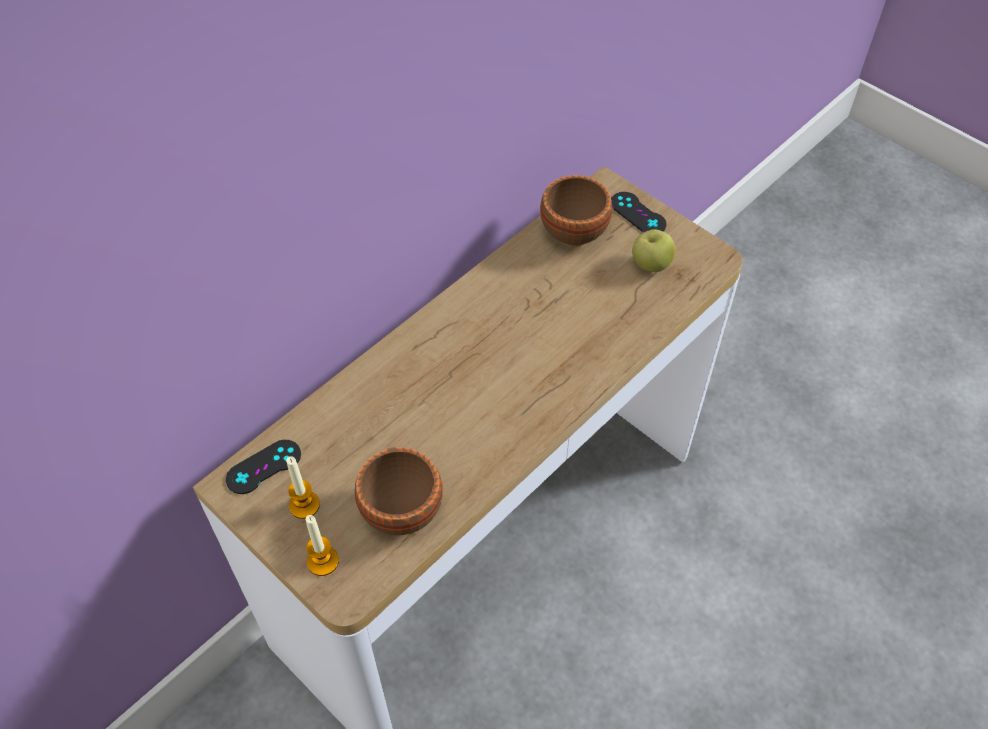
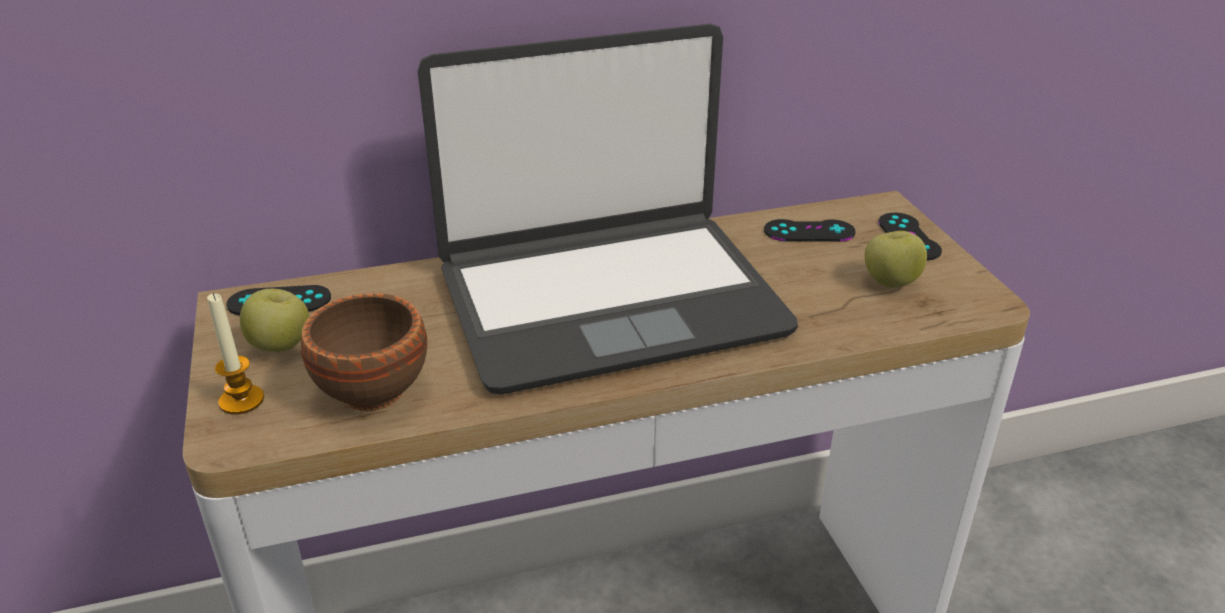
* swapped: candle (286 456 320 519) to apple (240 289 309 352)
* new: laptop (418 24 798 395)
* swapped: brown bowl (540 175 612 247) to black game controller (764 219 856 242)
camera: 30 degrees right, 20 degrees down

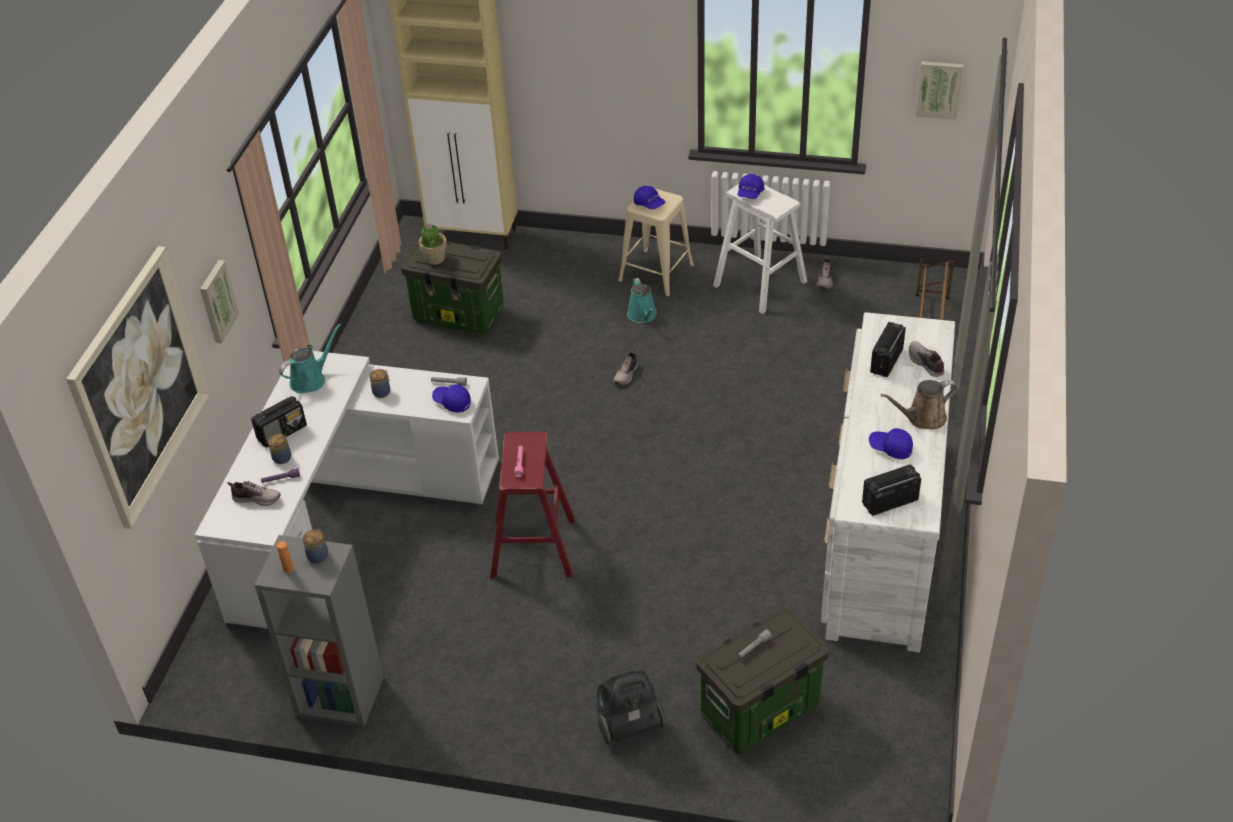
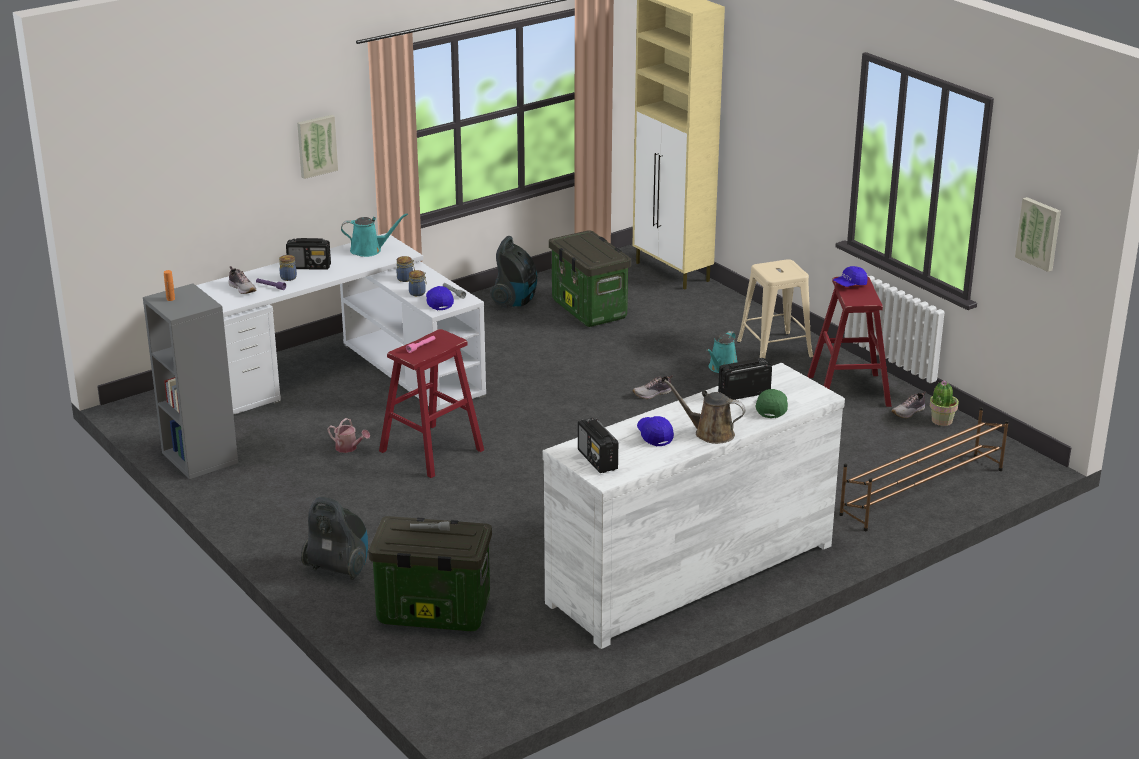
* new: watering can (328 418 370 453)
* shifted: jar (303 529 328 563) to (409 270 427 296)
* new: vacuum cleaner (490 236 537 308)
* rotated: radio (862 464 921 516) = (578 418 618 473) 135 degrees counterclockwise
* swapped: shoe (909 341 944 377) to green cap (756 389 788 418)
* repainted: white stool (713 184 807 314) to red stool (807 277 891 407)
* shifted: potted plant (419 223 447 265) to (929 380 959 426)
* gone: picture (66 246 210 529)
* gone: blue cap (634 186 665 209)
camera: 40 degrees right, 15 degrees down

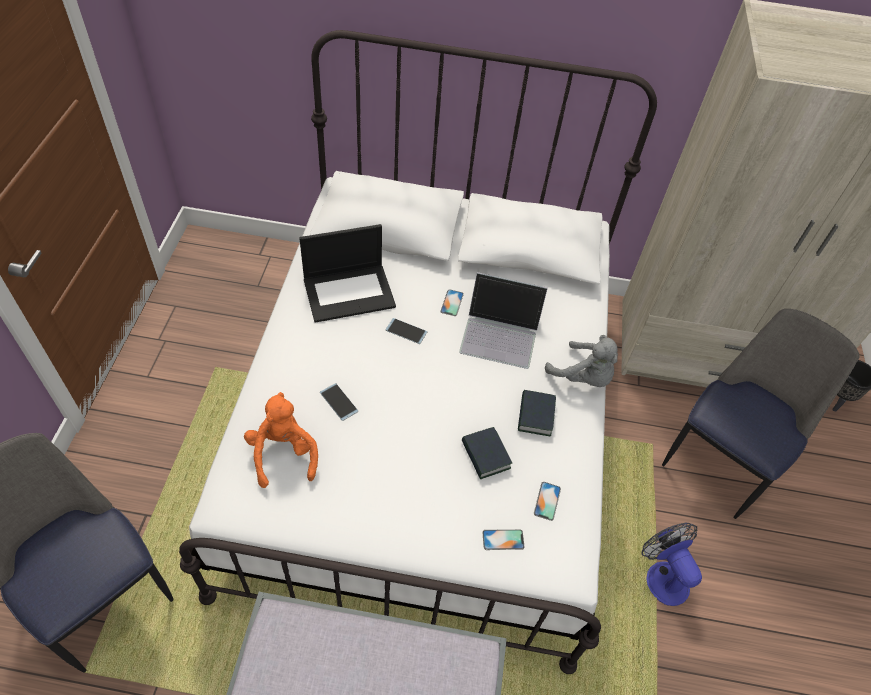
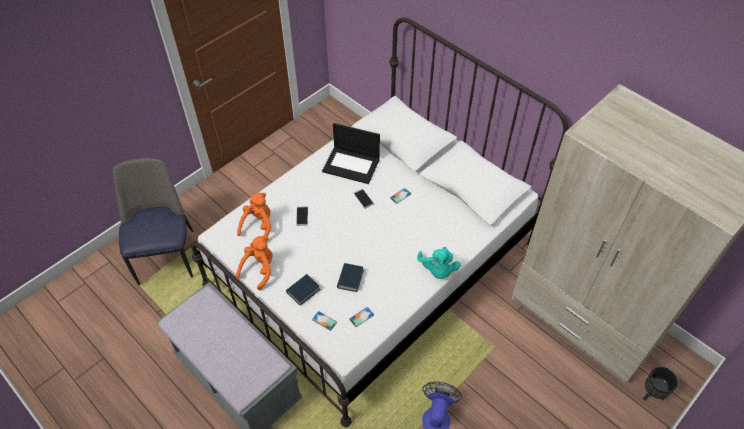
* new: orange plush toy (236 236 273 290)
* shifted: book (518 390 556 437) to (286 274 321 306)
* repainted: grey plush toy (545 335 618 387) to turquoise plush toy (417 247 461 279)
* gone: laptop (459 272 548 369)
* gone: chair (662 309 860 519)
camera: 40 degrees right, 0 degrees up

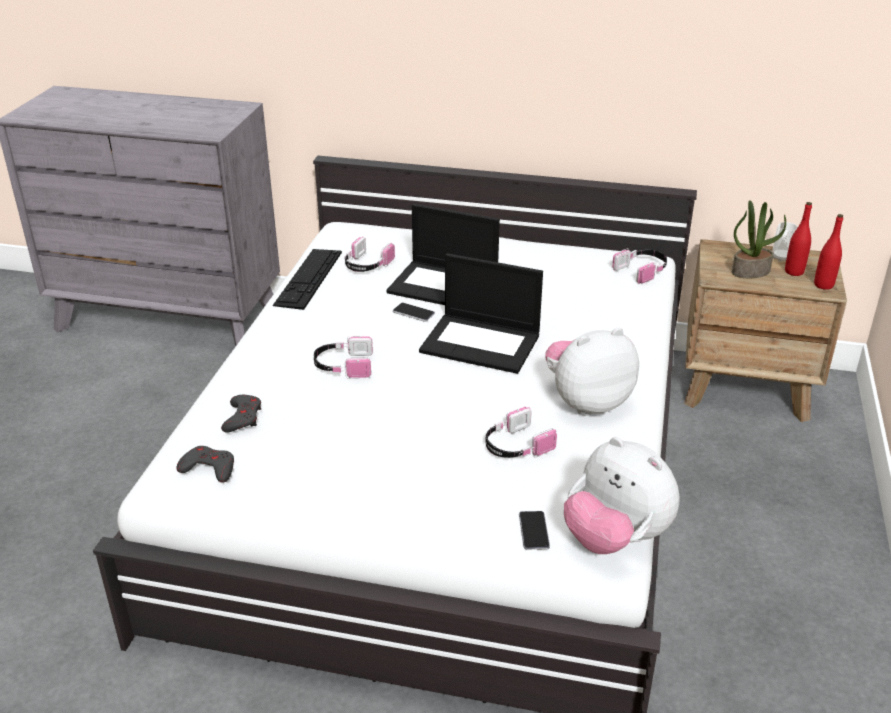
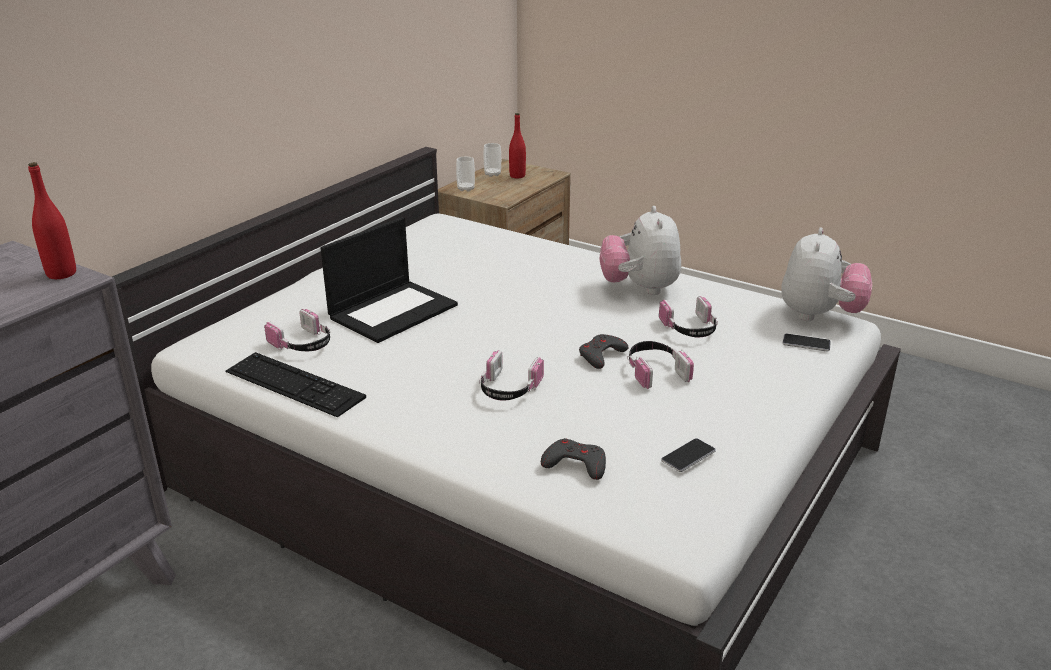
* shifted: red bottle (814 214 843 290) to (28 162 76 279)
* new: cup (456 156 475 192)
* shifted: grey game controller (177 446 234 483) to (579 334 628 369)
* shifted: headphones (612 248 667 284) to (627 341 694 389)
* shifted: phone (393 303 435 322) to (661 438 716 472)
* rotated: plush toy (564 437 680 554) = (781 227 872 321) 45 degrees counterclockwise
* gone: laptop (419 253 543 374)
* gone: potted plant (732 200 786 278)
camera: 70 degrees left, 5 degrees down

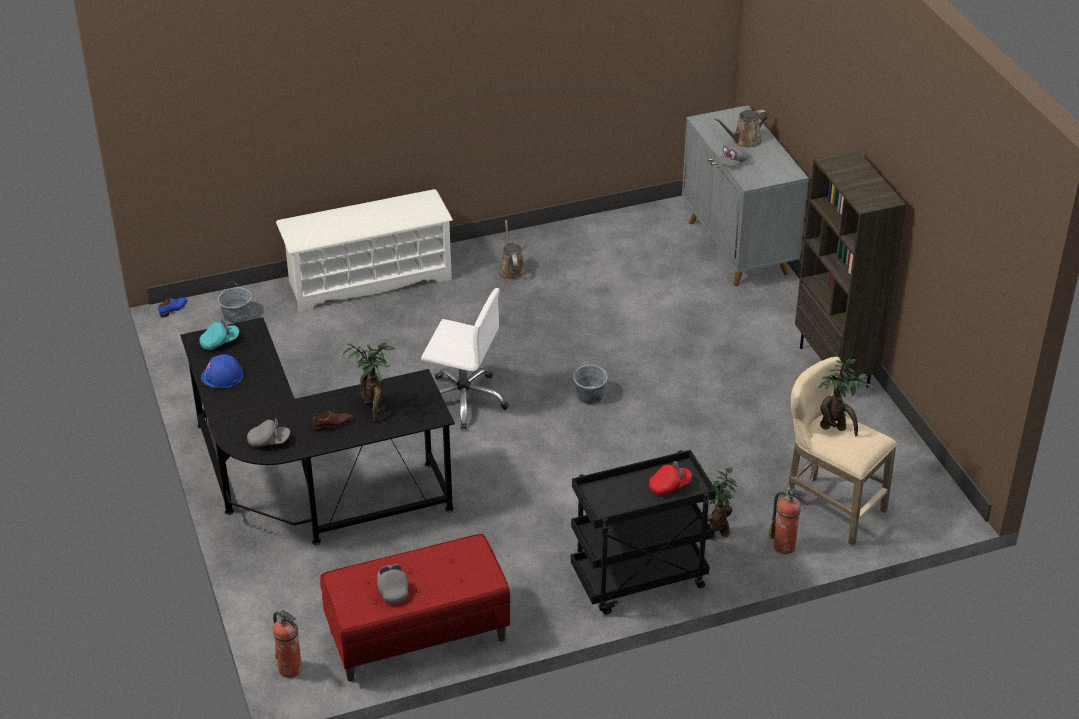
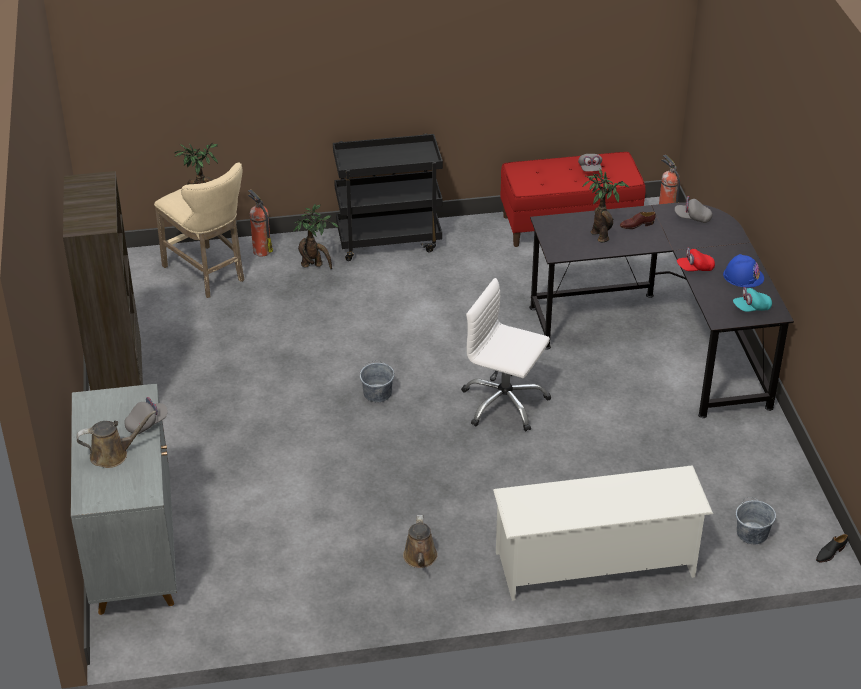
* shifted: red cap (649 461 692 496) to (677 248 715 271)
* repainted: blue shoe (158 298 188 317) to black shoe (816 534 848 562)
camera: 170 degrees left, 0 degrees up

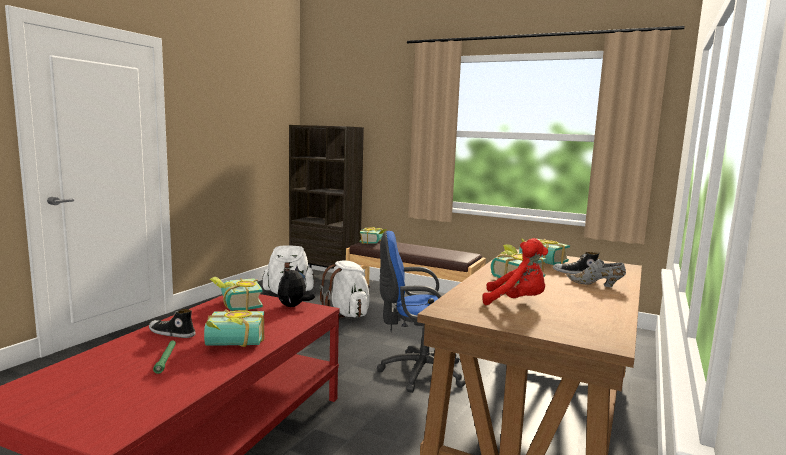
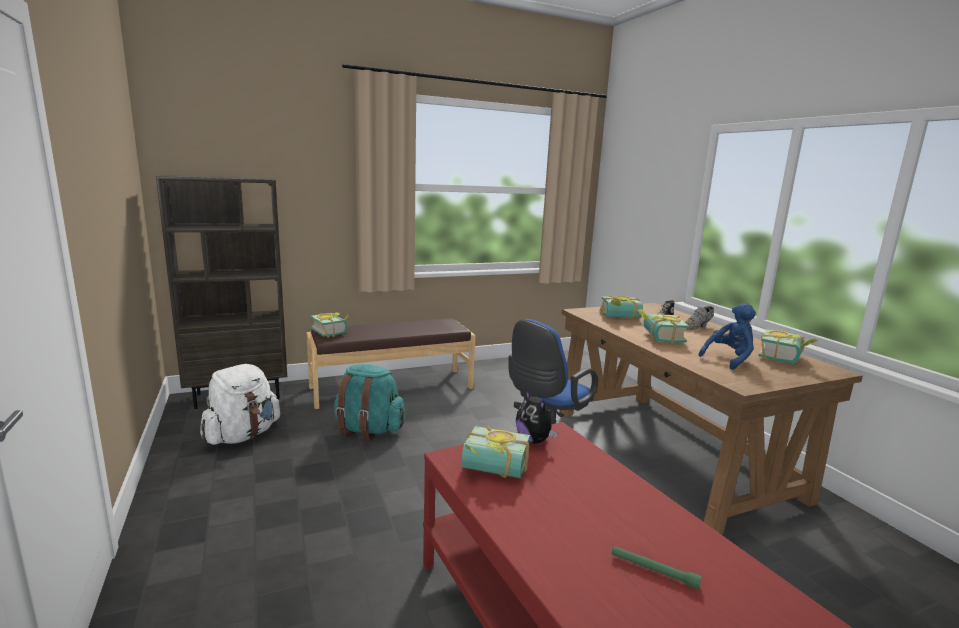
* repainted: white backpack (320 260 370 318) to turquoise backpack (334 364 405 441)
* repainted: red plush toy (482 238 548 305) to blue plush toy (698 303 756 370)
* shifted: book (204 309 264 347) to (758 329 818 363)
* gone: shoe (149 309 196 338)
camera: 50 degrees left, 5 degrees up

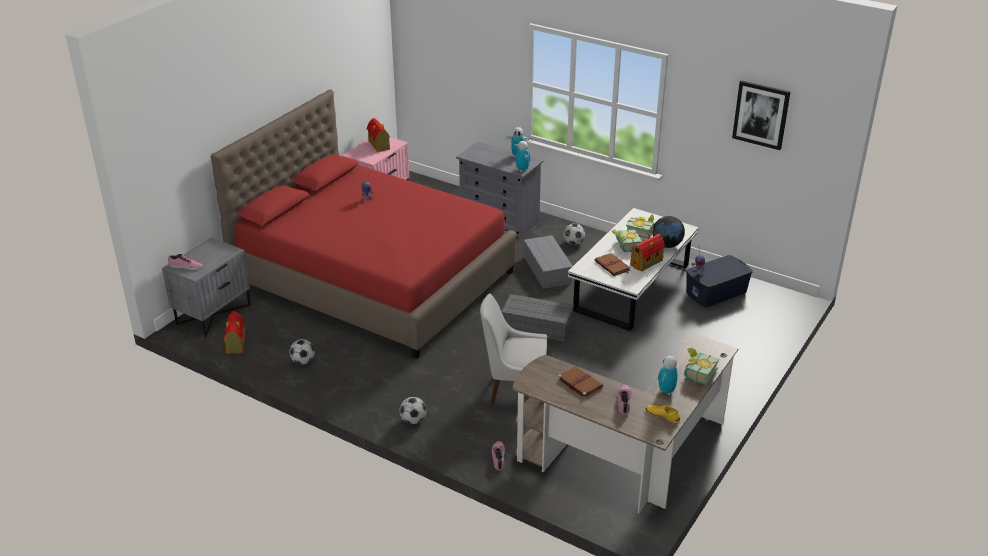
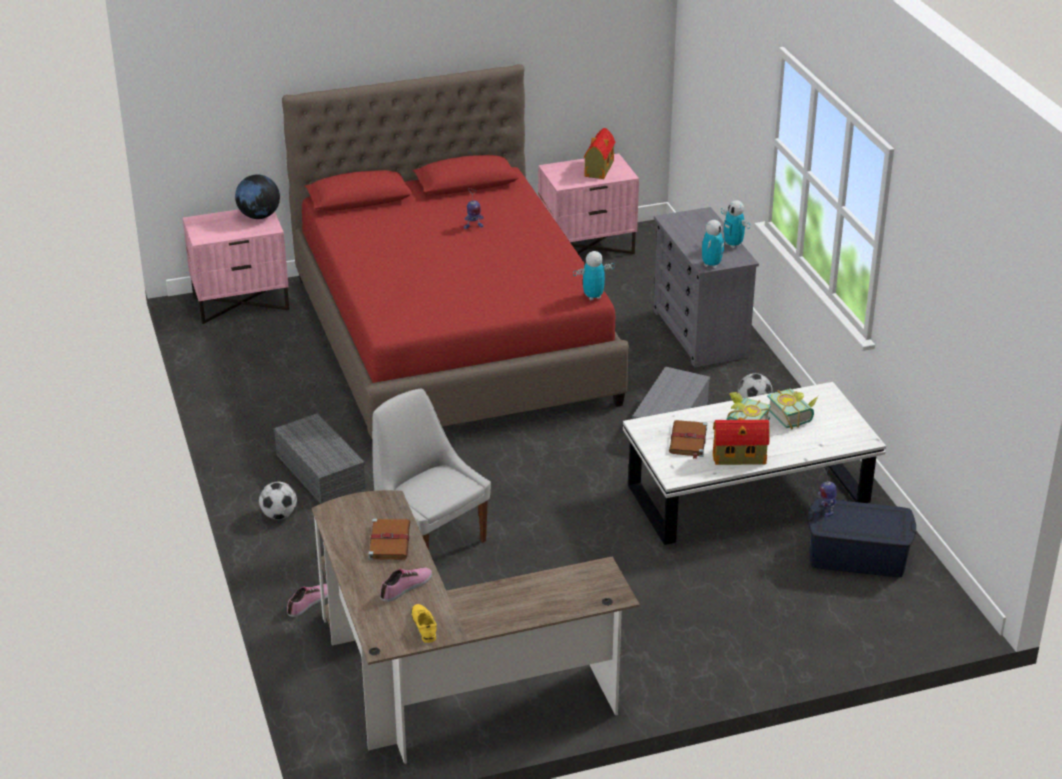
* repainted: grey nightstand (162 237 251 337) to pink nightstand (183 209 289 324)
* shifted: globe (653 216 685 248) to (235 174 280 219)
* shifted: grey storage box (501 294 574 341) to (273 413 365 504)
* shifted: toy robot (658 356 678 395) to (573 251 615 300)
* gone: shoe (168 254 203 270)
* gone: toy house (224 311 246 354)
* gone: football (289 339 315 364)
* gone: book (684 348 719 385)
* gone: picture (732 80 790 150)
camera: 40 degrees right, 0 degrees up

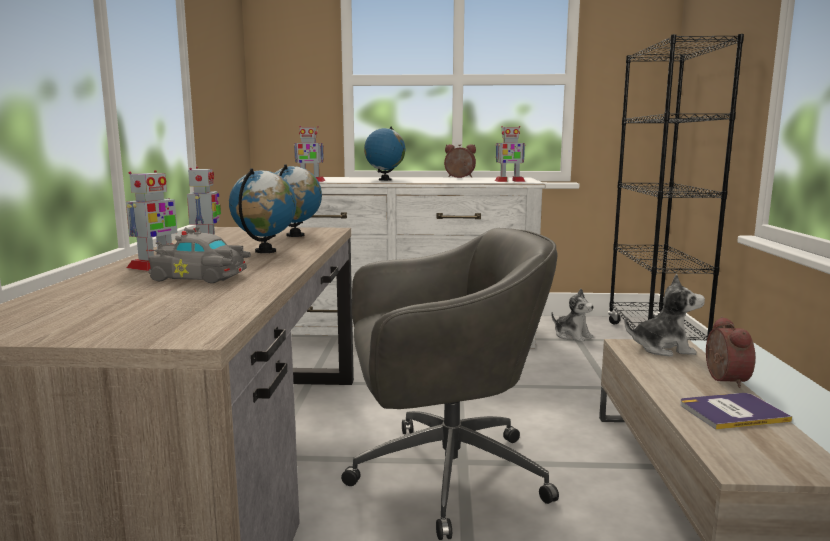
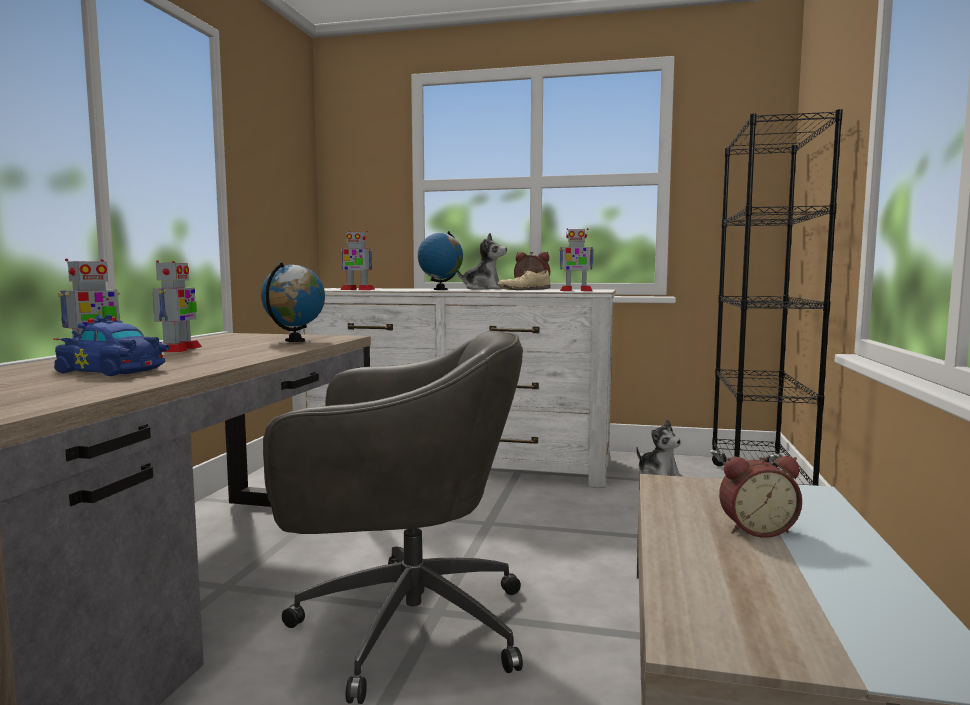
* repainted: grey toy car (146 227 251 283) to blue toy car (53 315 169 376)
* shifted: plush toy (624 274 705 357) to (457 233 507 290)
* new: beige shoe (497 270 551 290)
* rotated: alarm clock (706 317 755 388) = (719 456 802 538) 75 degrees clockwise
* gone: globe (229 168 296 253)
* gone: book (680 393 792 430)
camera: 10 degrees right, 5 degrees down

